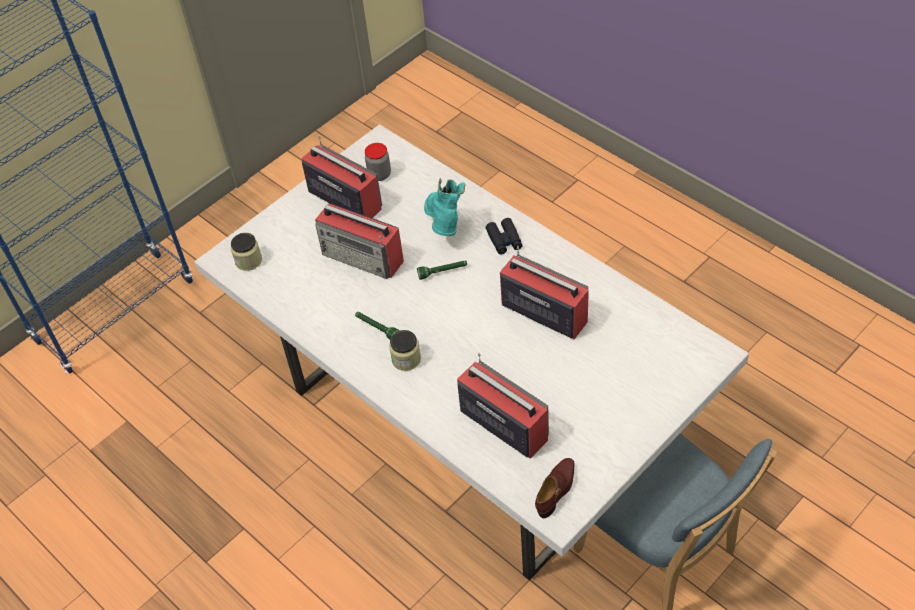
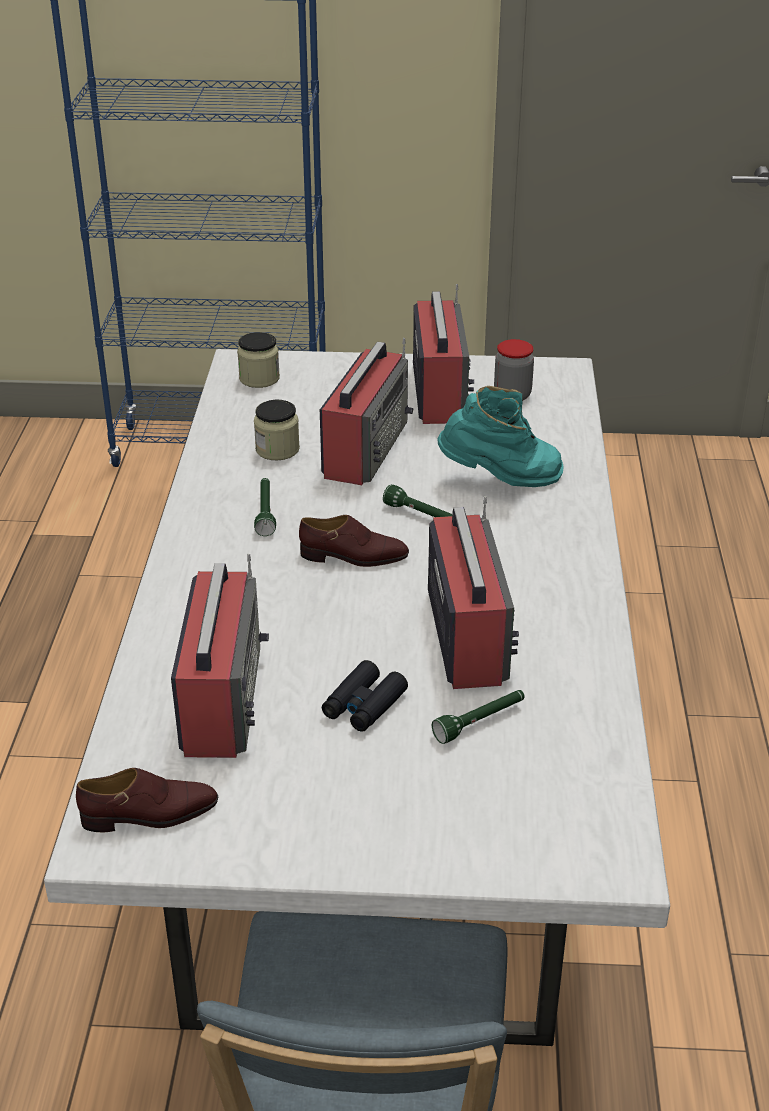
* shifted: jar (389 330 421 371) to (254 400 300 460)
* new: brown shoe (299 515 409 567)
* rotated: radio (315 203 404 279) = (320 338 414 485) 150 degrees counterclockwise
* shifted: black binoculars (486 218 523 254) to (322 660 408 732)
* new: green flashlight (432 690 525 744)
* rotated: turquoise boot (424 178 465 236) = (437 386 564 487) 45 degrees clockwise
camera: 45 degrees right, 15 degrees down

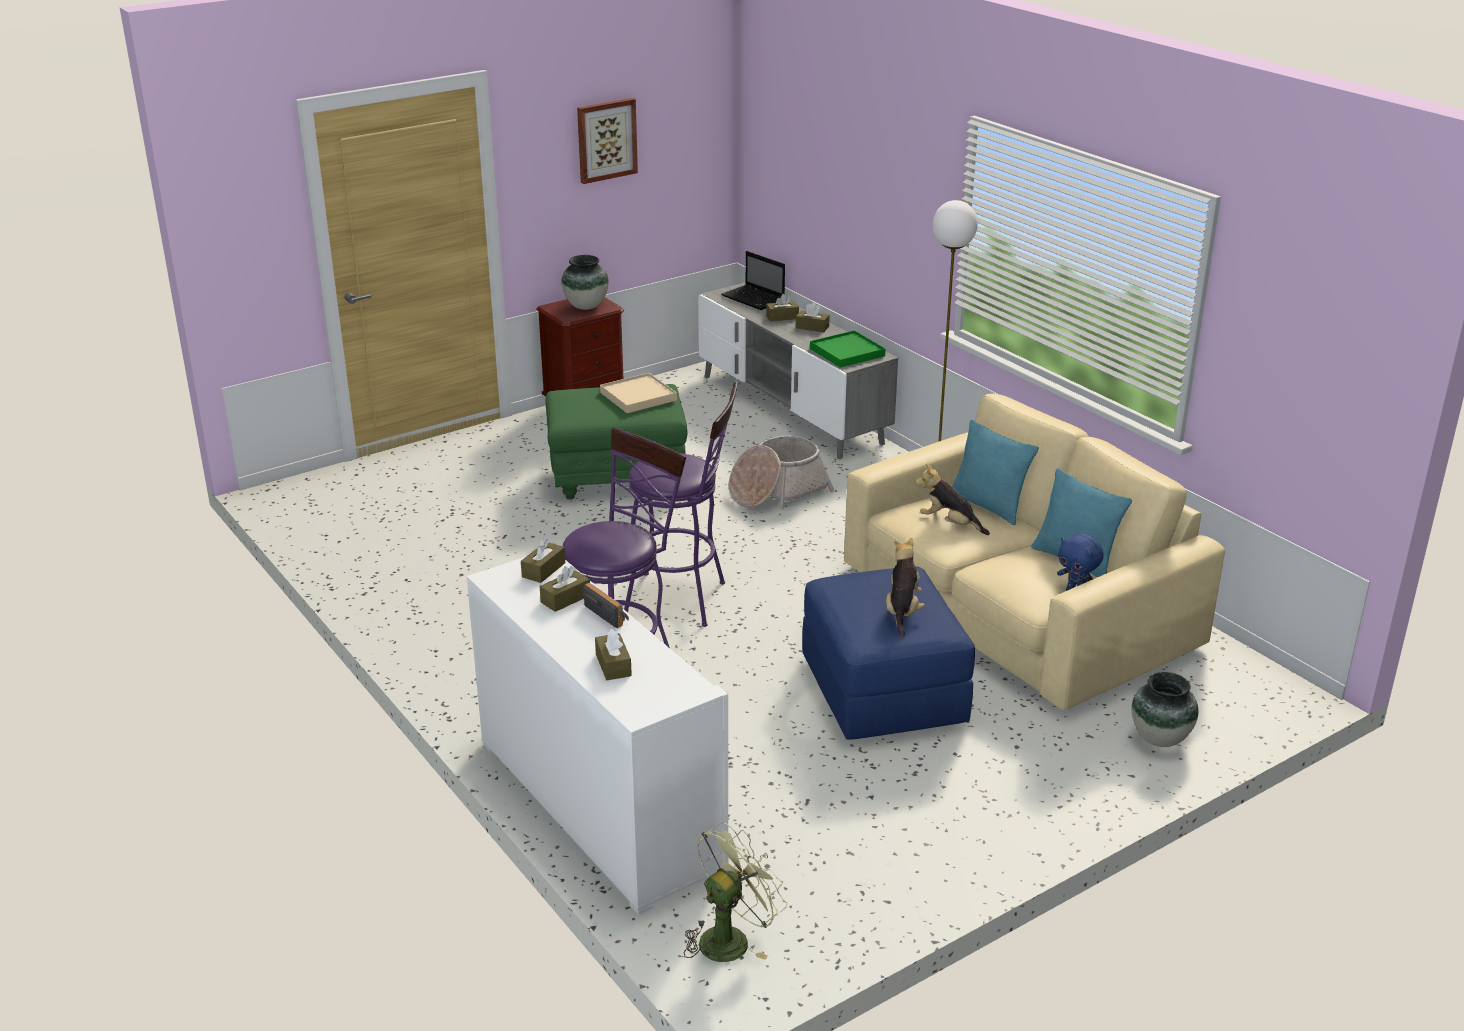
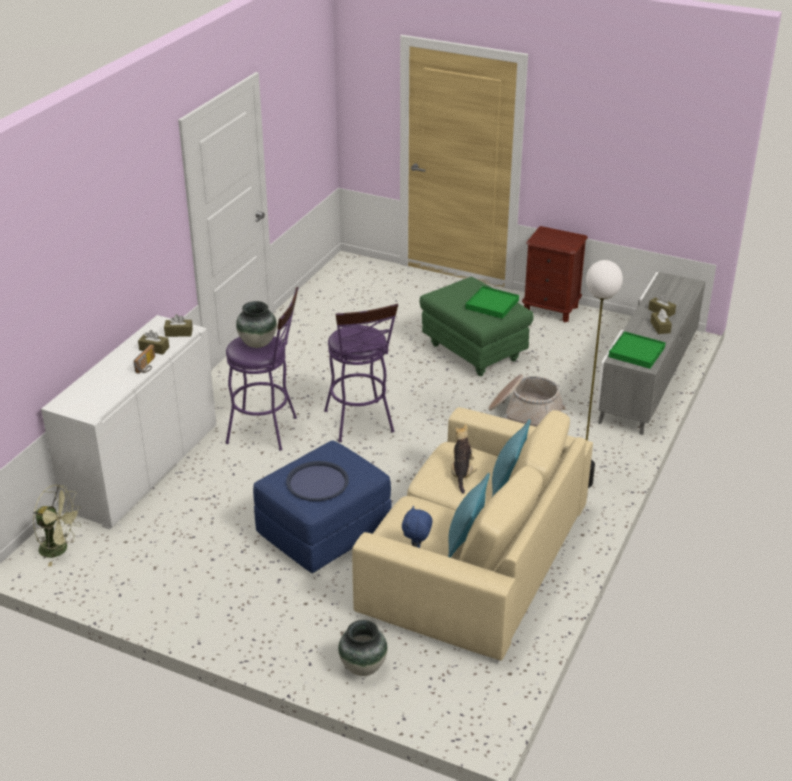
* shifted: vase (561 255 609 310) to (236 301 277 348)
* swapped: plush toy (886 537 925 637) to blue tray (286 461 349 501)
* repainted: beige tray (600 373 677 413) to green tray (466 286 519 319)
* gone: picture (577 98 638 184)
* gone: brown tissue box (595 629 632 680)
* gone: laptop (721 251 785 310)
camera: 60 degrees right, 5 degrees up

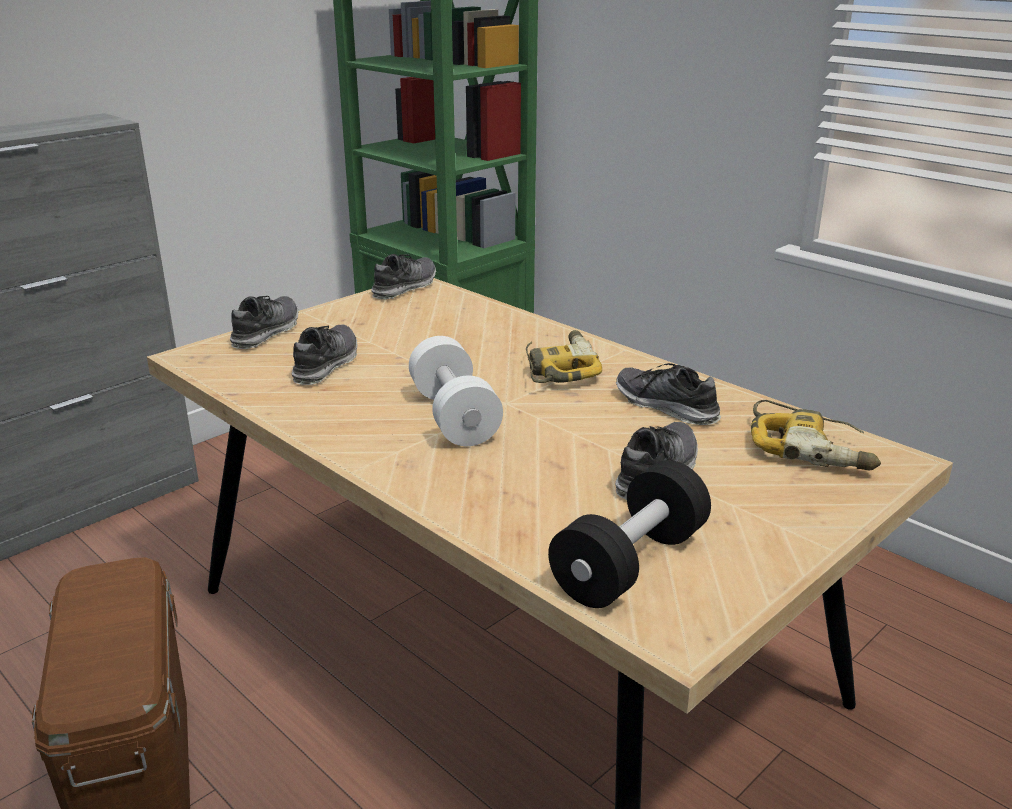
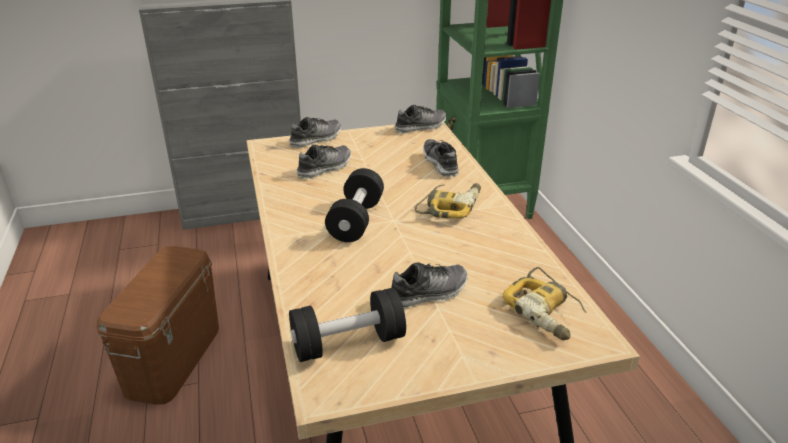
* repainted: white dumbbell (409 336 503 446) to black dumbbell (325 168 384 242)
* shifted: shoe (616 363 721 425) to (423 139 459 177)
camera: 30 degrees right, 5 degrees up

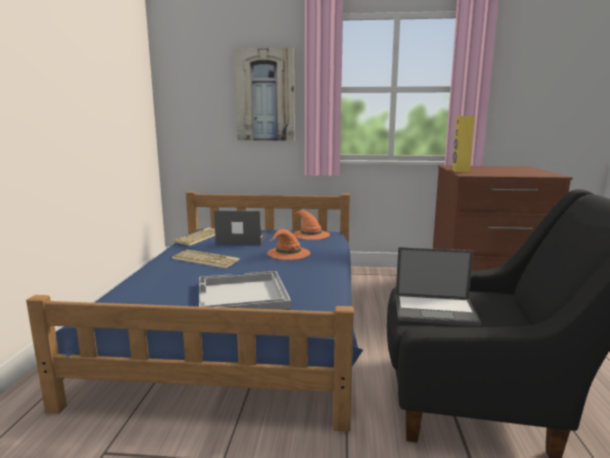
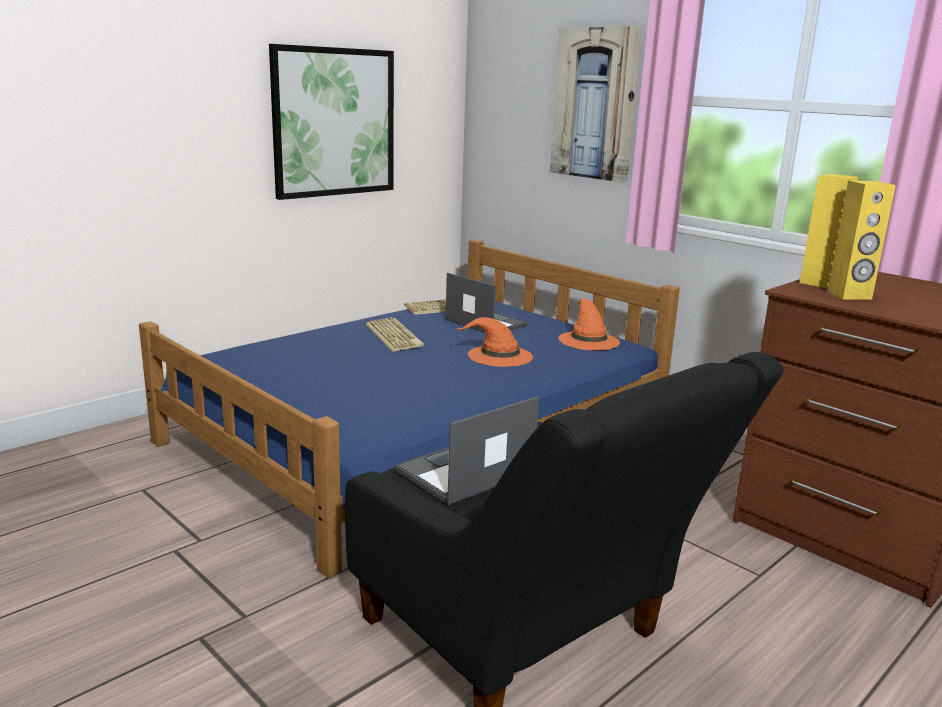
* new: picture (269 44 394 200)
* rotated: laptop (396 247 481 326) = (395 396 539 505) 90 degrees clockwise
* new: yellow speaker (827 181 896 300)
* gone: white tray (199 271 291 310)
camera: 40 degrees right, 5 degrees up

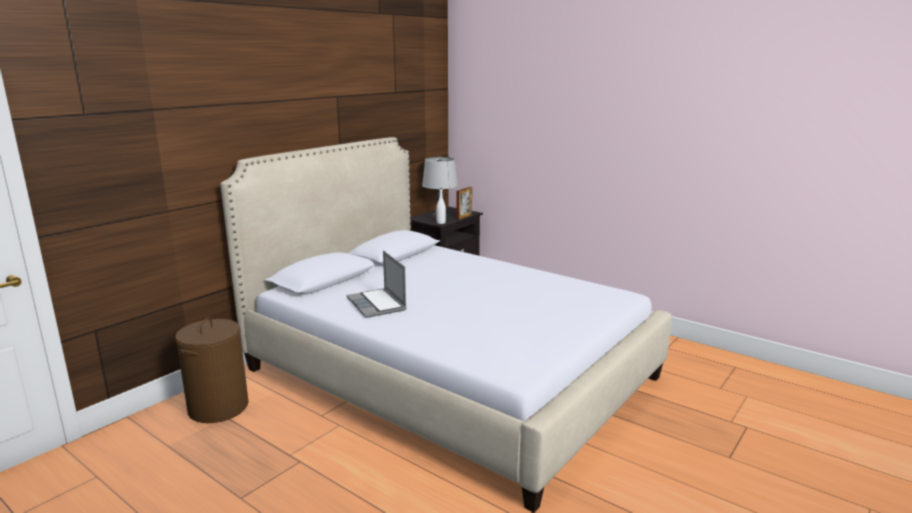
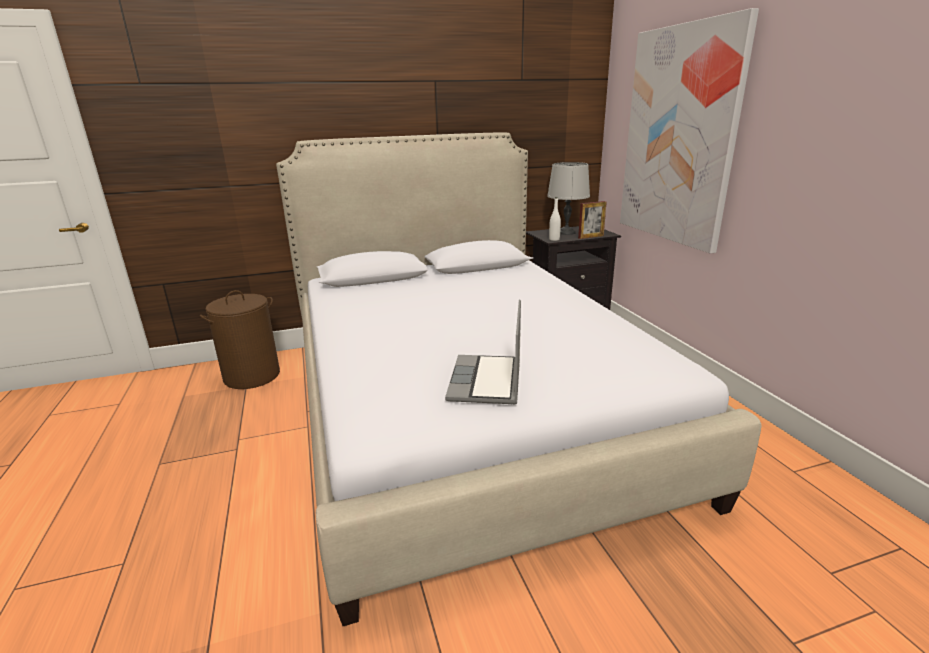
* shifted: laptop (347 250 407 318) to (445 300 521 404)
* new: picture (620 8 759 253)
camera: 35 degrees right, 5 degrees up

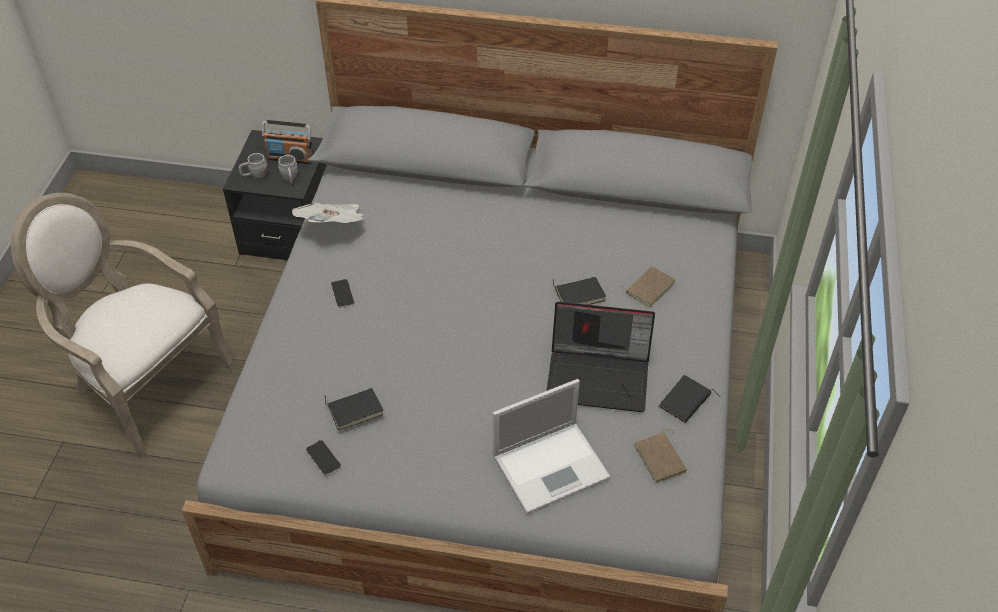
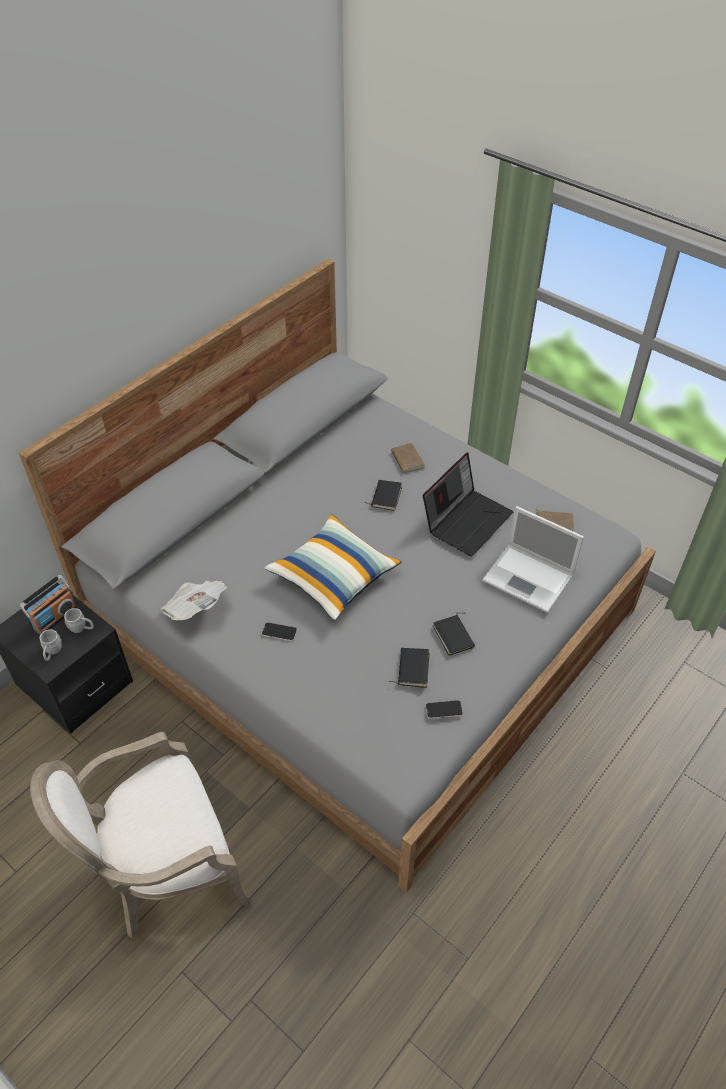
* new: pillow (265 514 402 620)
* shifted: black book (659 375 720 423) to (433 614 475 655)
* rotated: laptop (493 379 611 514) = (482 506 584 613) 120 degrees clockwise
camera: 60 degrees left, 0 degrees up

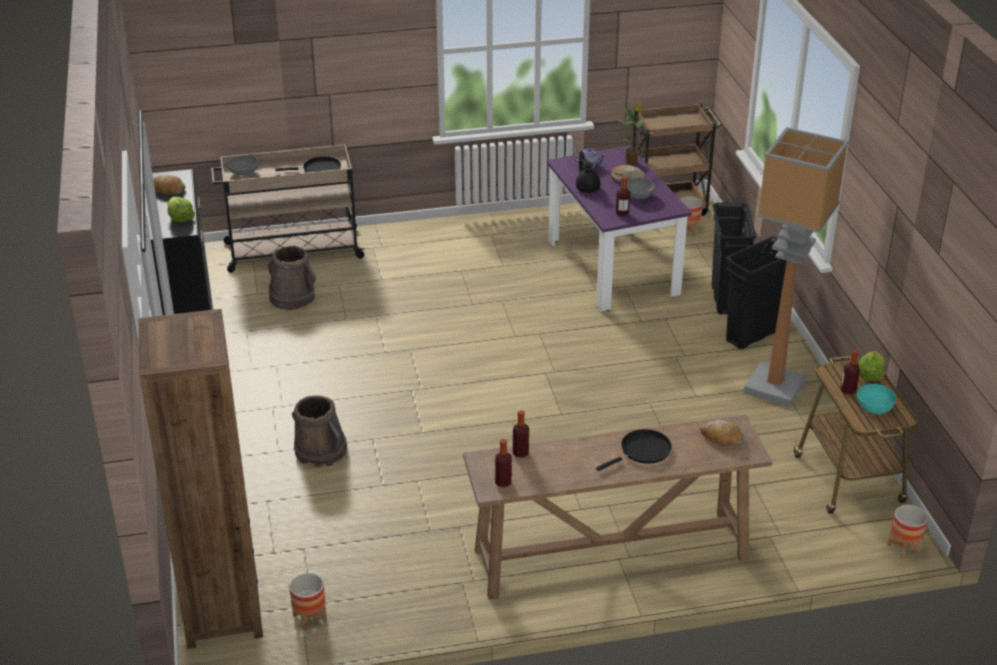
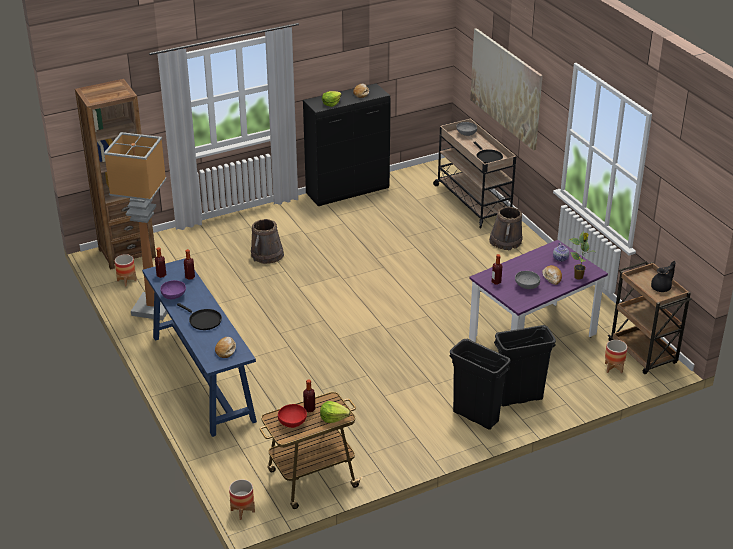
* shifted: floor lamp (744 127 849 407) to (104 132 167 320)
* repainted: brown console table (463 414 773 600) to blue console table (142 258 257 437)
* new: purple bowl (160 280 186 299)
* repainted: turquoise bowl (857 384 896 414) to red bowl (278 404 307 428)
* new: picture (470 28 543 151)
* shifted: brown bucket (268 246 316 310) to (489 207 522 250)
* shifted: black teapot (576 151 600 193) to (651 261 676 292)
camera: 75 degrees right, 0 degrees up

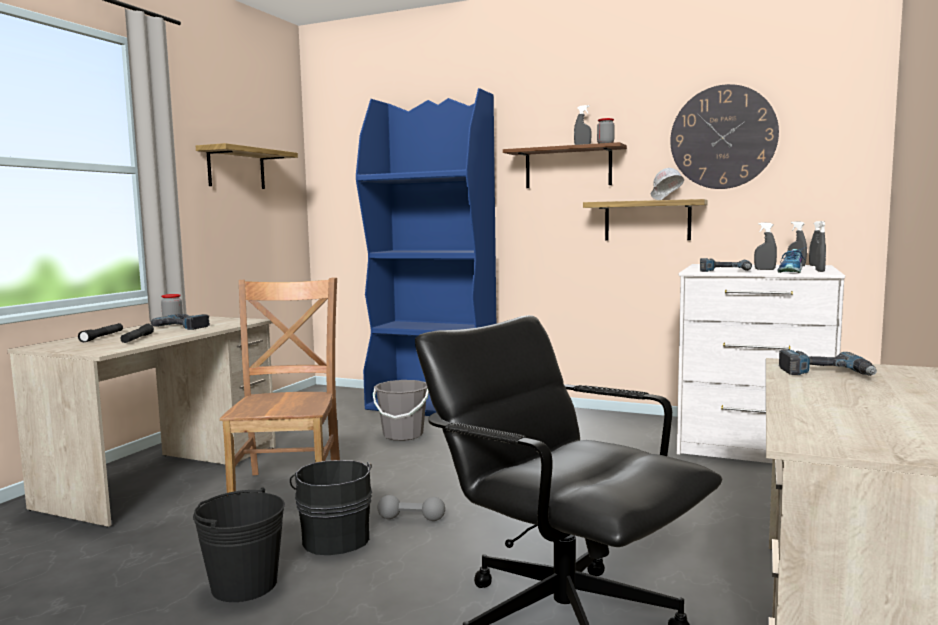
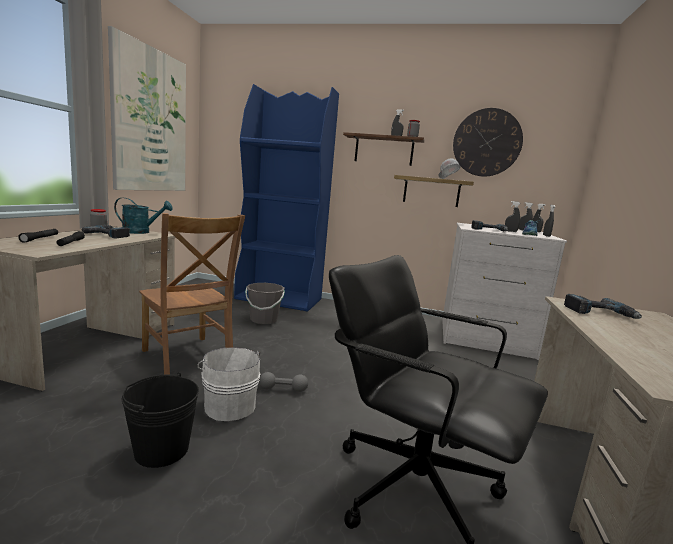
* swapped: shelf (196 143 298 189) to picture (108 26 186 191)
* new: turquoise watering can (114 198 173 234)
* rotated: brown chair (220 278 340 496) = (139 213 245 375) 150 degrees clockwise
* repainted: black bucket (290 460 372 555) to white bucket (198 348 261 421)
camera: 10 degrees left, 5 degrees up

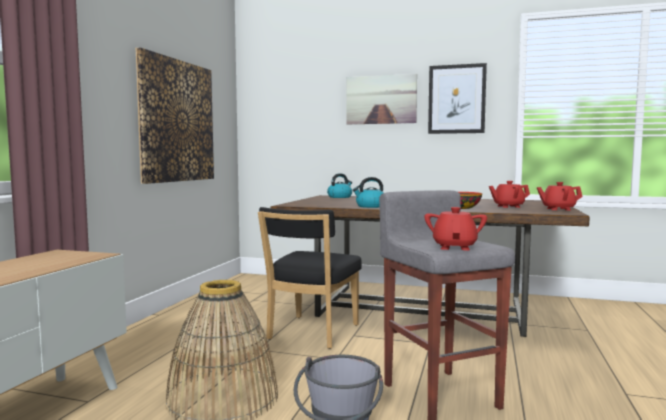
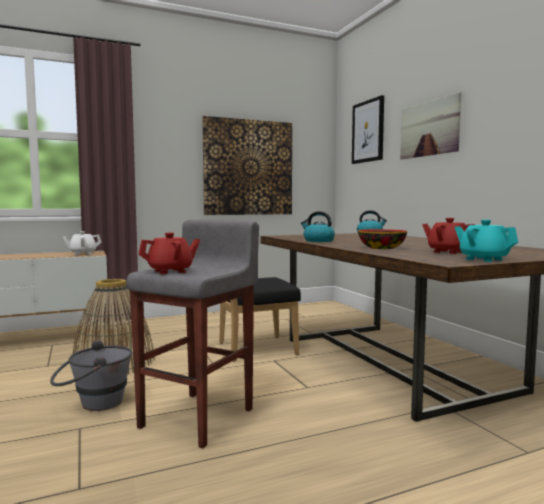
* new: white teapot (62 231 102 255)
* shifted: picture (428 63 487 134) to (352 95 384 164)
* repainted: red teapot (537 182 582 210) to turquoise teapot (455 220 518 262)
camera: 50 degrees right, 0 degrees up

